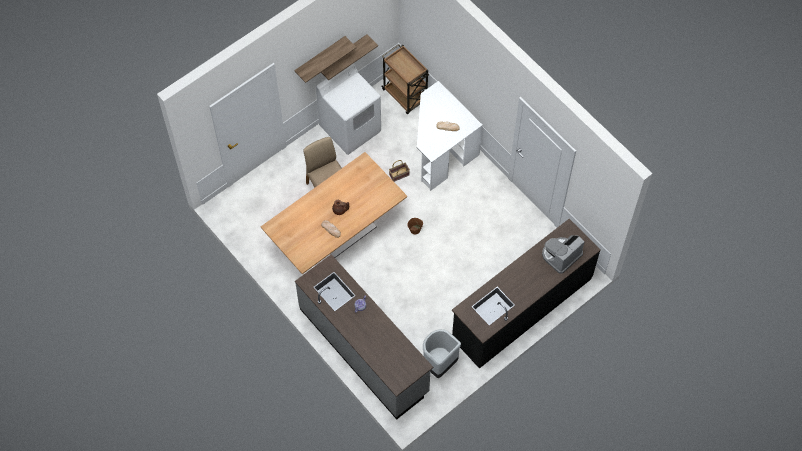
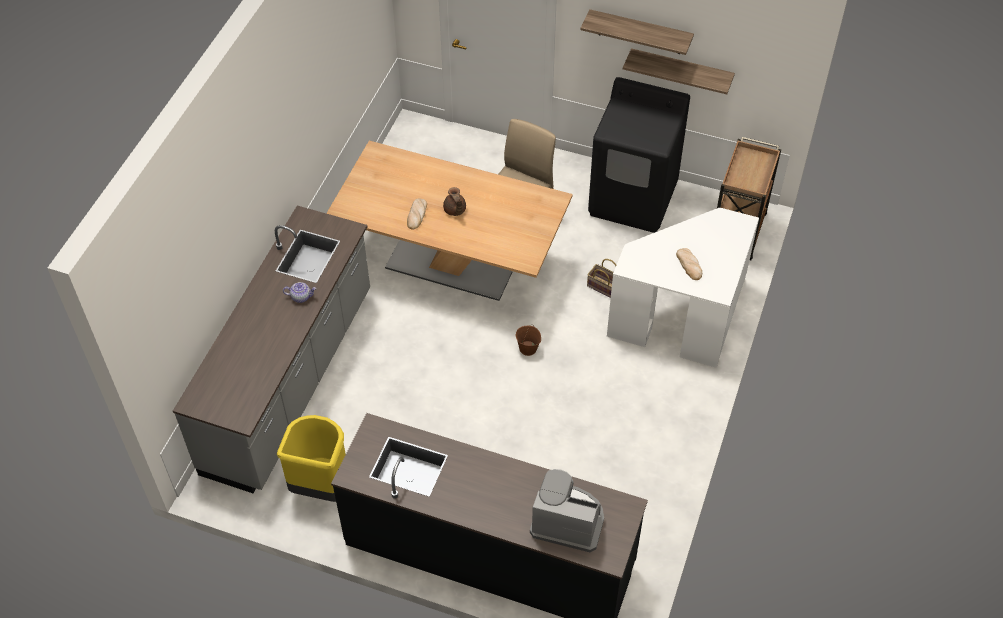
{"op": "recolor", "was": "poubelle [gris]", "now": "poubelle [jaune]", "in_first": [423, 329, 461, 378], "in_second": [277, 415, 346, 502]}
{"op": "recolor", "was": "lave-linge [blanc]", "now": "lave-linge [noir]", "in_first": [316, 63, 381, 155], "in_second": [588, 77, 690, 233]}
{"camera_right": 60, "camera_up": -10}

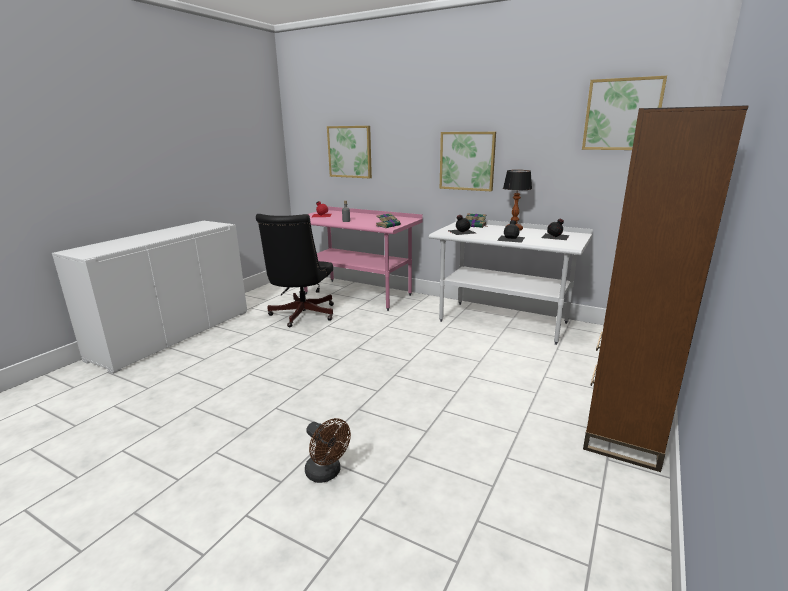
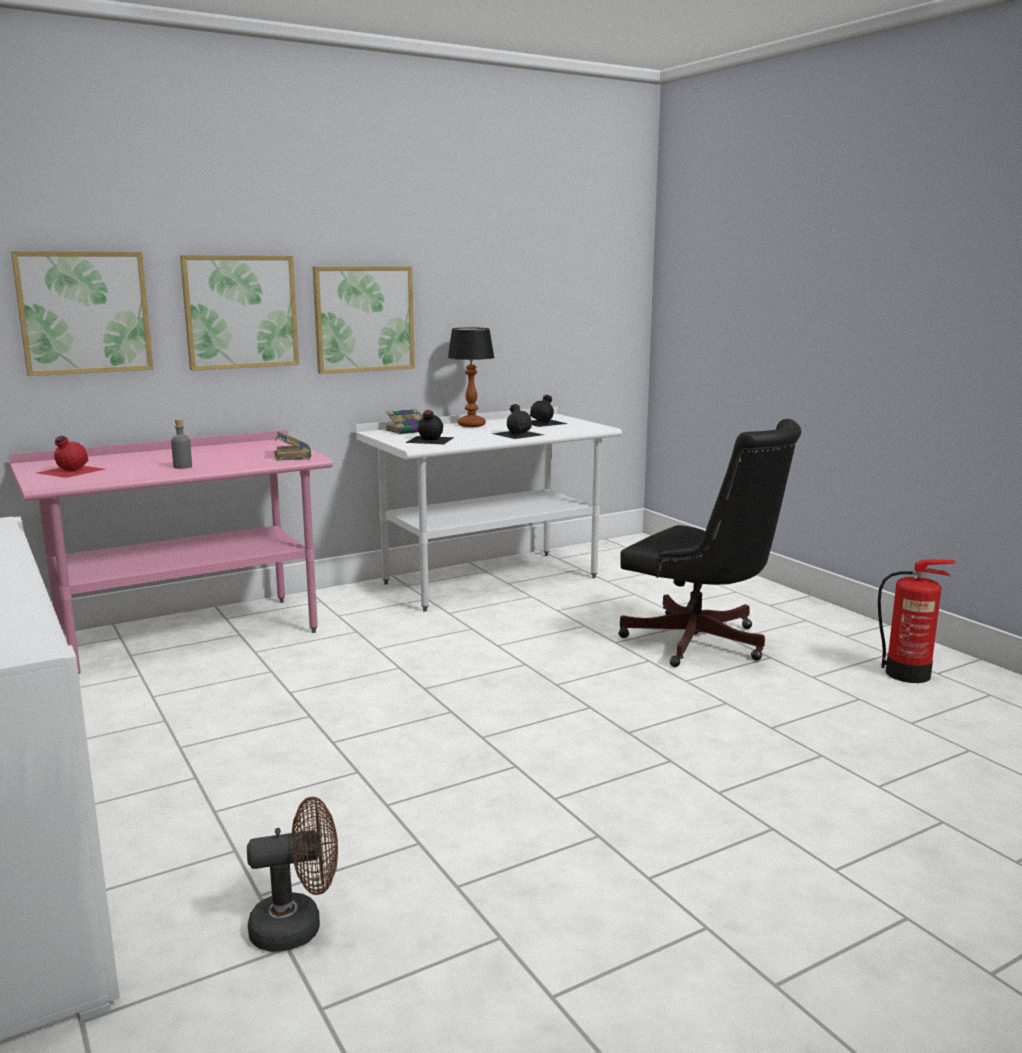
{"op": "move", "was": "tableau", "in_first": [582, 76, 667, 150], "in_second": [180, 255, 299, 371]}
{"op": "move", "was": "ventilateur [marron]", "in_first": [305, 418, 351, 483], "in_second": [247, 797, 338, 952]}
{"op": "move", "was": "chaise de bureau [noir]", "in_first": [256, 214, 334, 328], "in_second": [618, 419, 801, 667]}
{"op": "insert", "now": "extincteur", "in_second": [878, 559, 956, 683]}
{"op": "delete", "was": "bibliothèque [marron]", "in_first": [583, 105, 749, 472]}
{"camera_right": -60, "camera_up": -5}

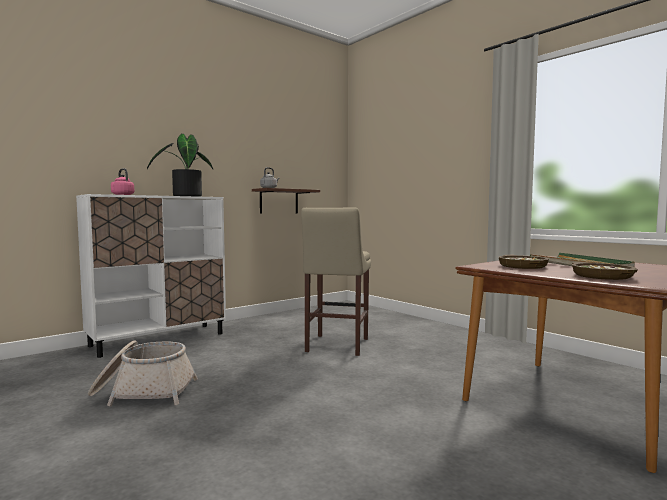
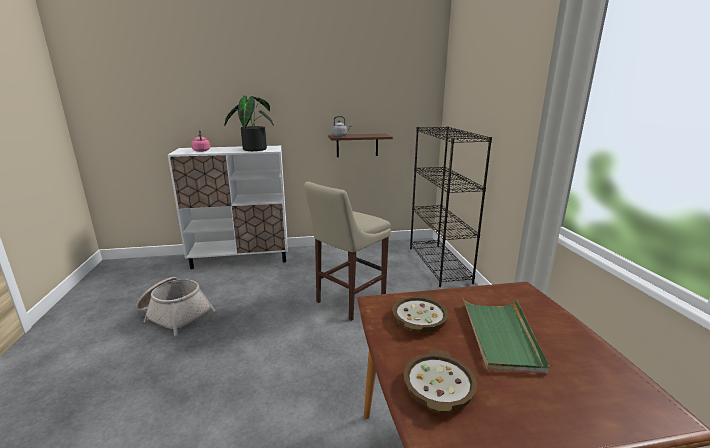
{"op": "insert", "now": "bibliothèque [noir]", "in_second": [410, 126, 492, 287]}
{"camera_right": 30, "camera_up": 15}

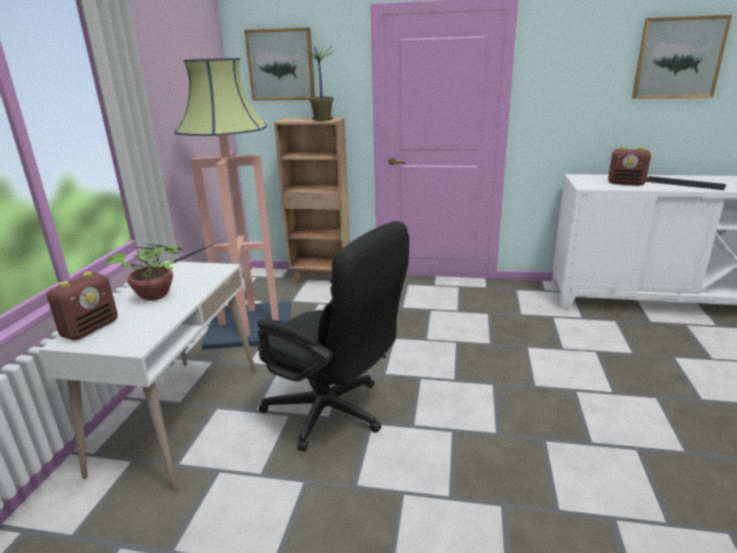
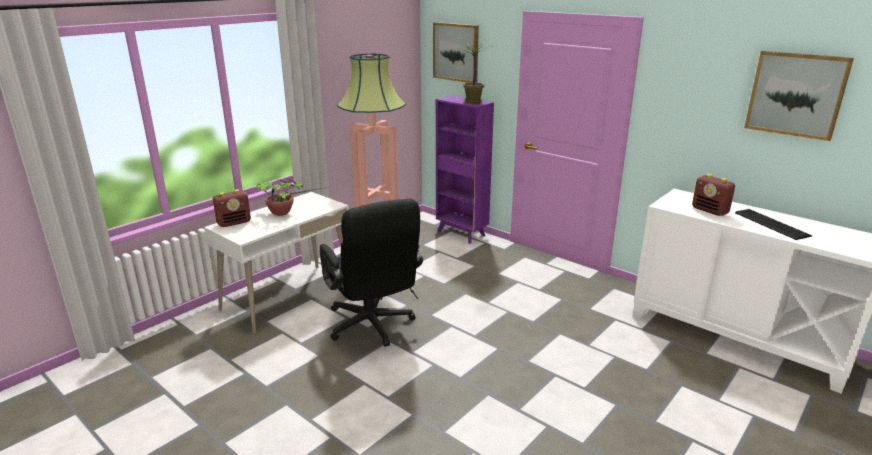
{"op": "recolor", "was": "bibliothèque [marron]", "now": "bibliothèque [violet]", "in_first": [274, 118, 350, 284], "in_second": [436, 95, 494, 244]}
{"camera_right": 30, "camera_up": 0}

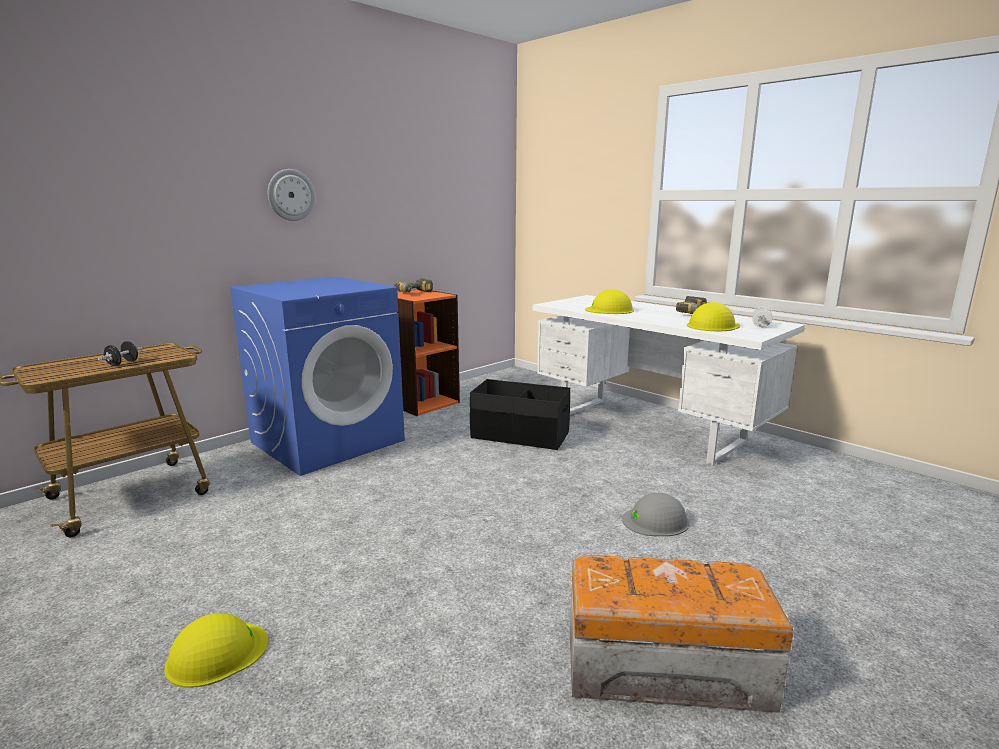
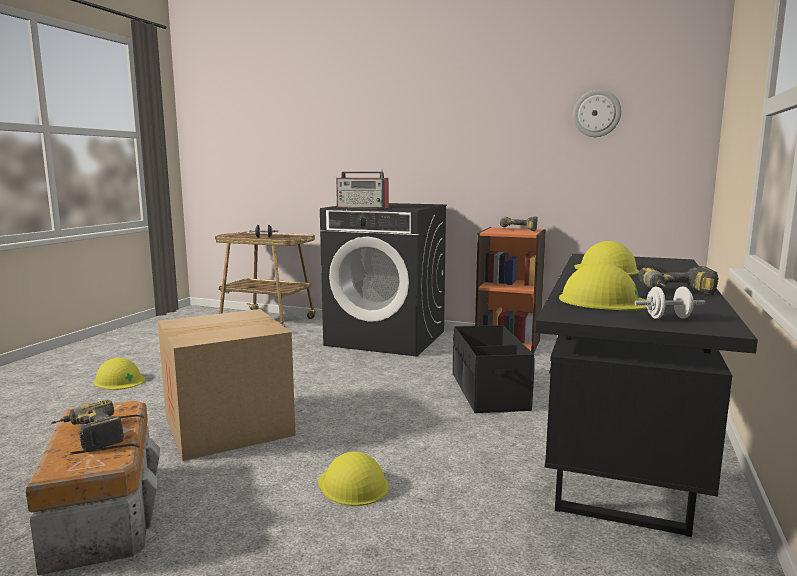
{"op": "insert", "now": "perceuse", "in_second": [51, 400, 124, 452]}
{"op": "insert", "now": "carton", "in_second": [158, 309, 296, 461]}
{"op": "recolor", "was": "casque de chantier [gris]", "now": "casque de chantier [jaune]", "in_first": [622, 493, 689, 536], "in_second": [318, 452, 389, 506]}
{"op": "recolor", "was": "lave-linge [bleu]", "now": "lave-linge [noir]", "in_first": [229, 276, 405, 476], "in_second": [320, 203, 447, 356]}
{"op": "insert", "now": "radio", "in_second": [336, 169, 389, 209]}
{"op": "recolor", "was": "bureau [blanc]", "now": "bureau [noir]", "in_first": [533, 295, 805, 465], "in_second": [535, 254, 758, 537]}
{"op": "move", "was": "horloge murale", "in_first": [268, 169, 315, 221], "in_second": [573, 89, 621, 137]}
{"camera_right": 65, "camera_up": -5}

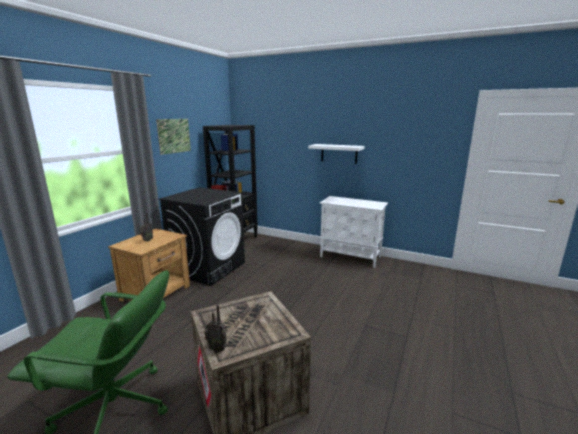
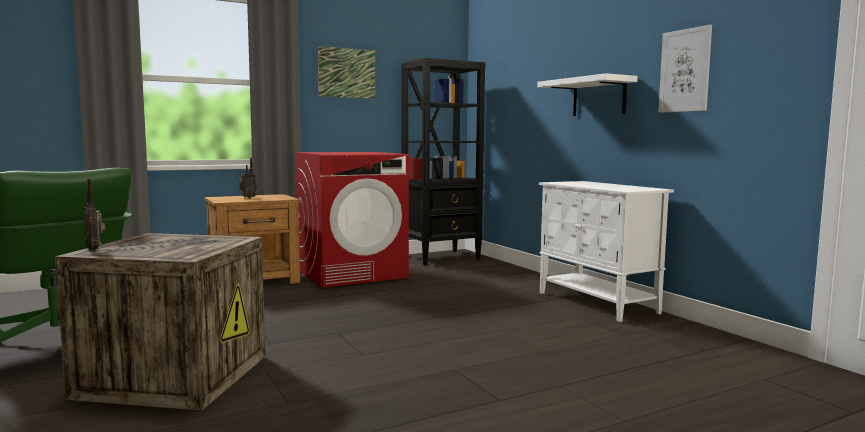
{"op": "recolor", "was": "lave-linge [noir]", "now": "lave-linge [rouge]", "in_first": [159, 187, 245, 286], "in_second": [294, 152, 409, 288]}
{"op": "insert", "now": "tableau", "in_second": [658, 25, 712, 113]}
{"camera_right": 35, "camera_up": -10}

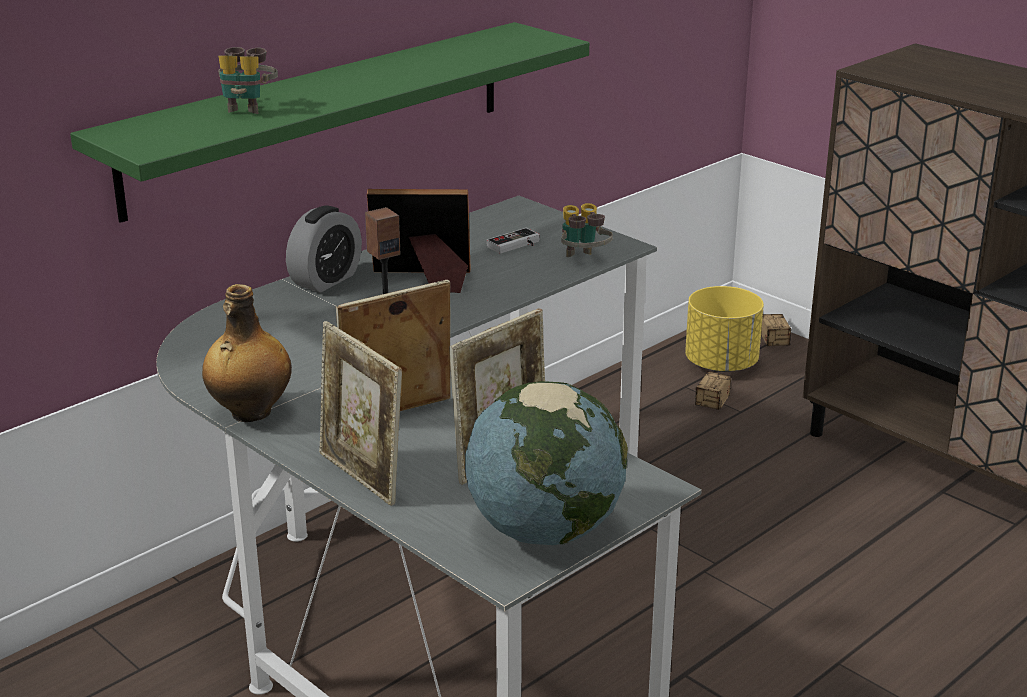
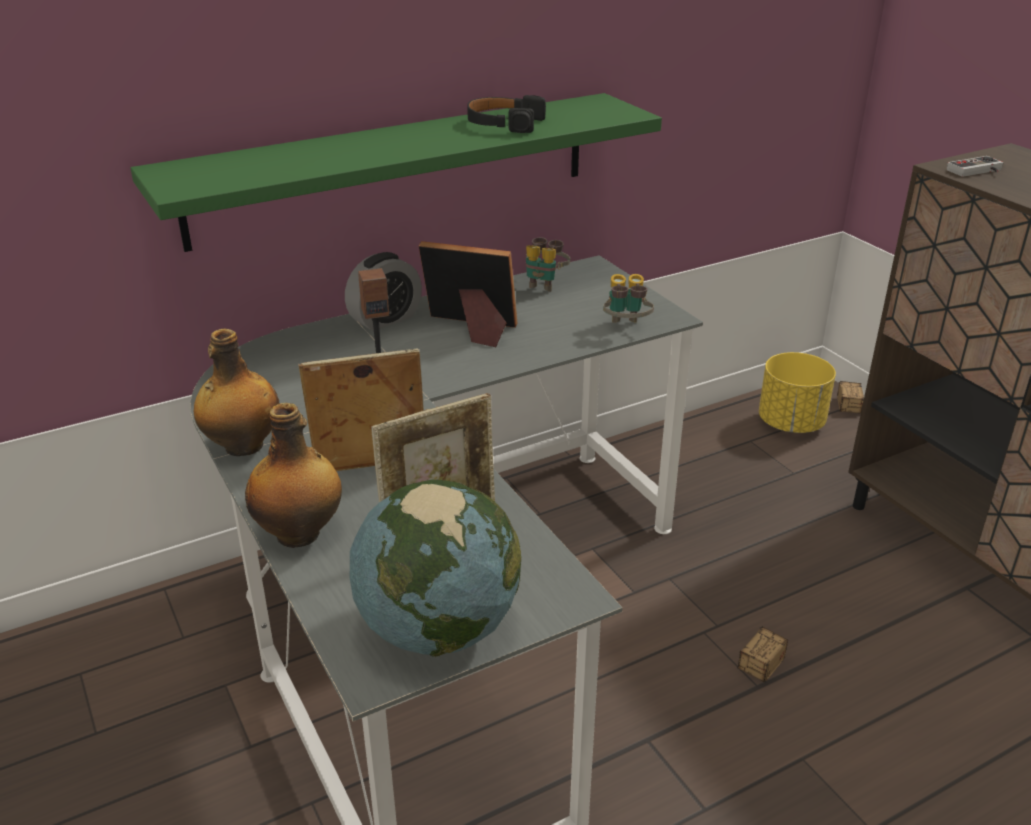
{"op": "replace", "was": "cadre photo", "now": "bouteille", "in_first": [319, 321, 402, 506], "in_second": [245, 403, 342, 548]}
{"op": "insert", "now": "casque audio [noir]", "in_second": [467, 95, 546, 133]}
{"op": "move", "was": "jumelles", "in_first": [218, 47, 278, 114], "in_second": [526, 237, 570, 292]}
{"op": "move", "was": "boîte de rangement", "in_first": [695, 371, 731, 410], "in_second": [738, 627, 788, 682]}
{"op": "move", "was": "manette", "in_first": [486, 228, 540, 254], "in_second": [947, 156, 1003, 177]}
{"camera_right": 15, "camera_up": 5}

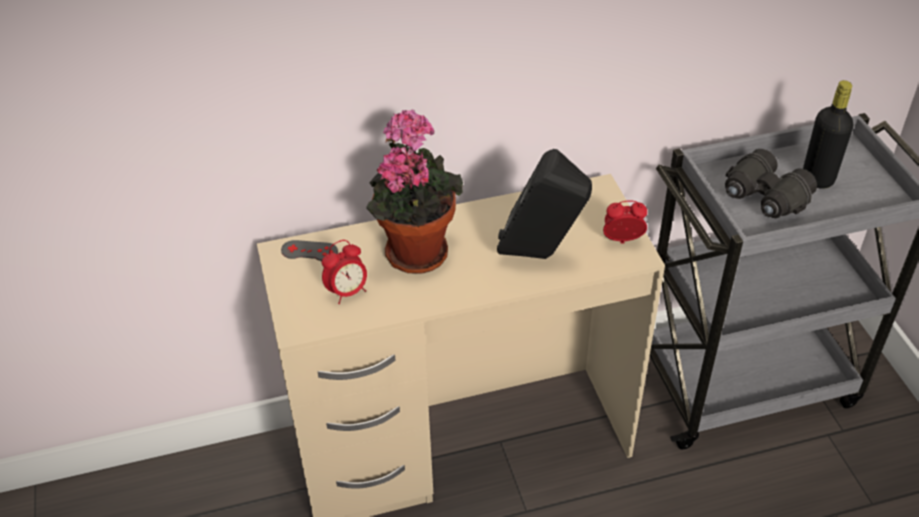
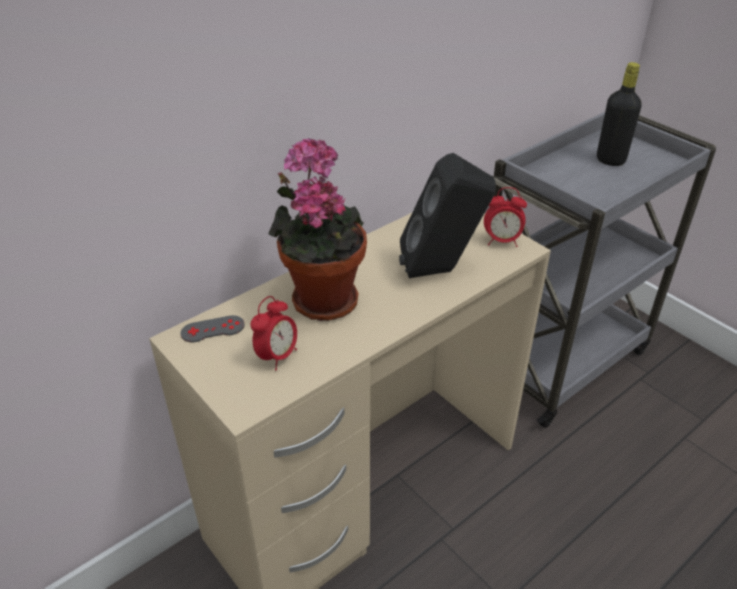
{"op": "rotate", "was": "réveil", "in_first": [603, 201, 647, 243], "in_second": [484, 187, 527, 247], "clockwise": -150}
{"op": "delete", "was": "jumelles [noir]", "in_first": [725, 149, 817, 218]}
{"camera_right": -25, "camera_up": -5}

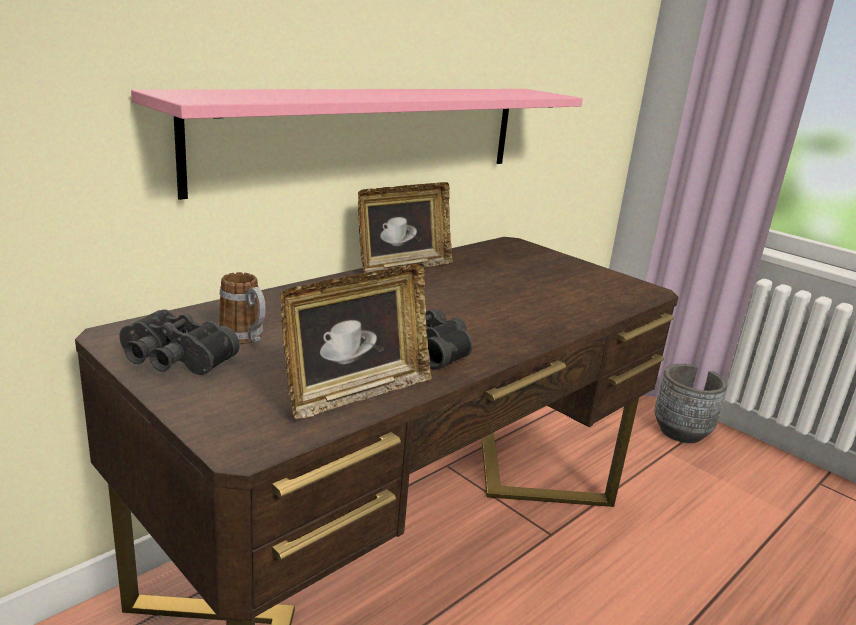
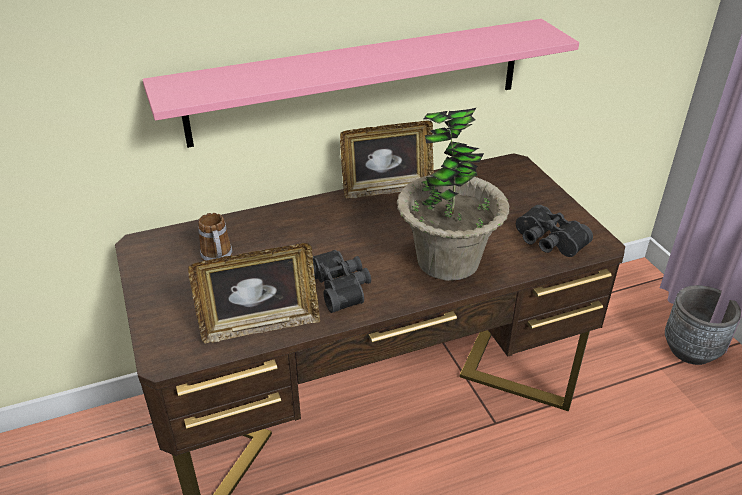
{"op": "insert", "now": "plante en pot", "in_second": [397, 107, 510, 281]}
{"op": "move", "was": "jumelles [noir]", "in_first": [119, 309, 240, 375], "in_second": [516, 205, 593, 257]}
{"camera_right": 25, "camera_up": 15}

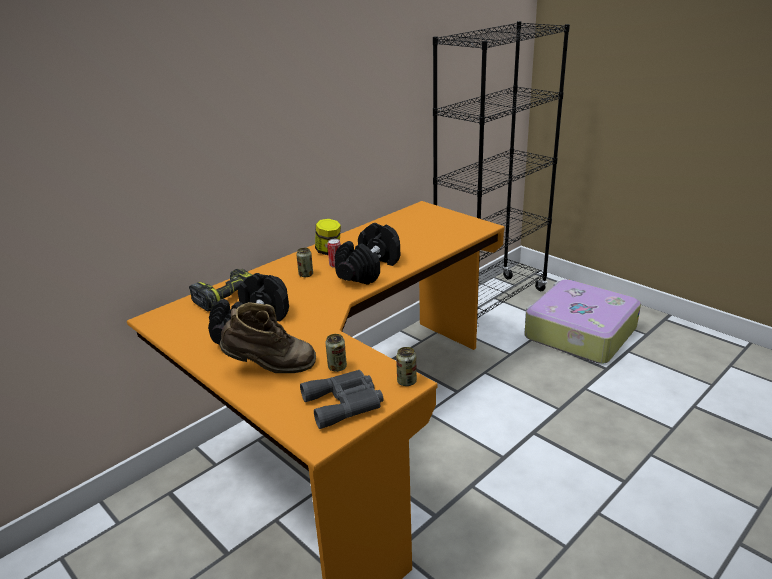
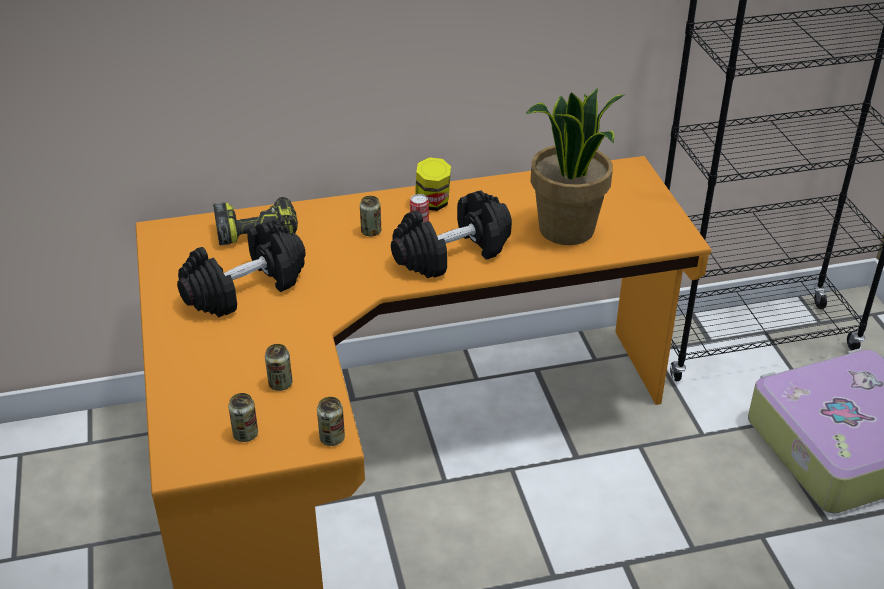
{"op": "replace", "was": "jumelles [gris]", "now": "boîte métallique", "in_first": [300, 370, 383, 429], "in_second": [228, 393, 258, 442]}
{"op": "insert", "now": "plante en pot", "in_second": [526, 88, 626, 245]}
{"op": "delete", "was": "botte [marron]", "in_first": [220, 302, 316, 373]}
{"camera_right": 30, "camera_up": 10}

